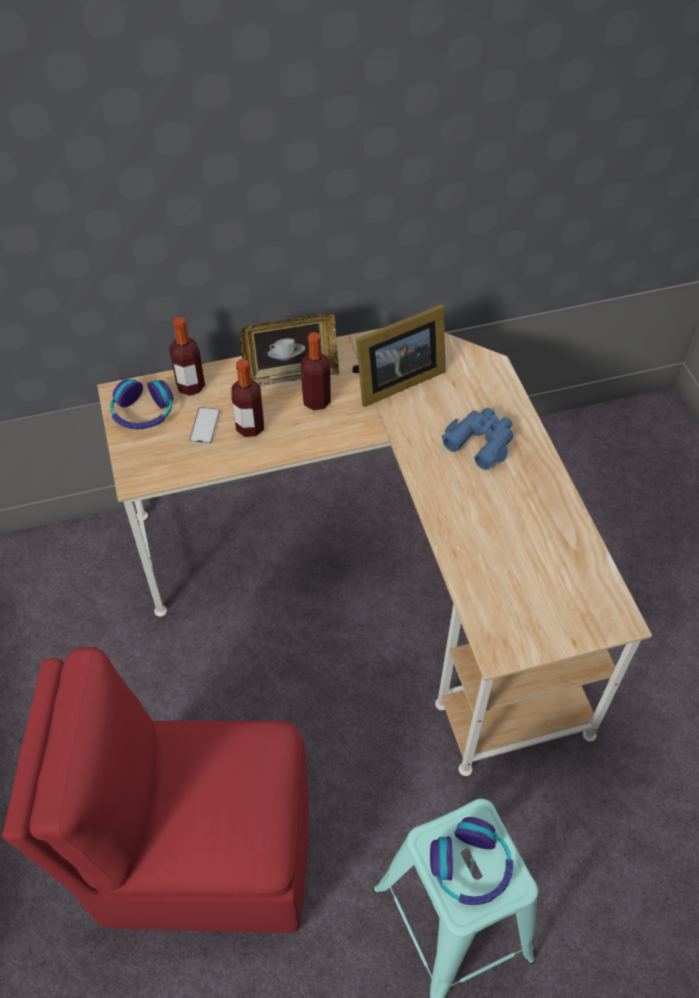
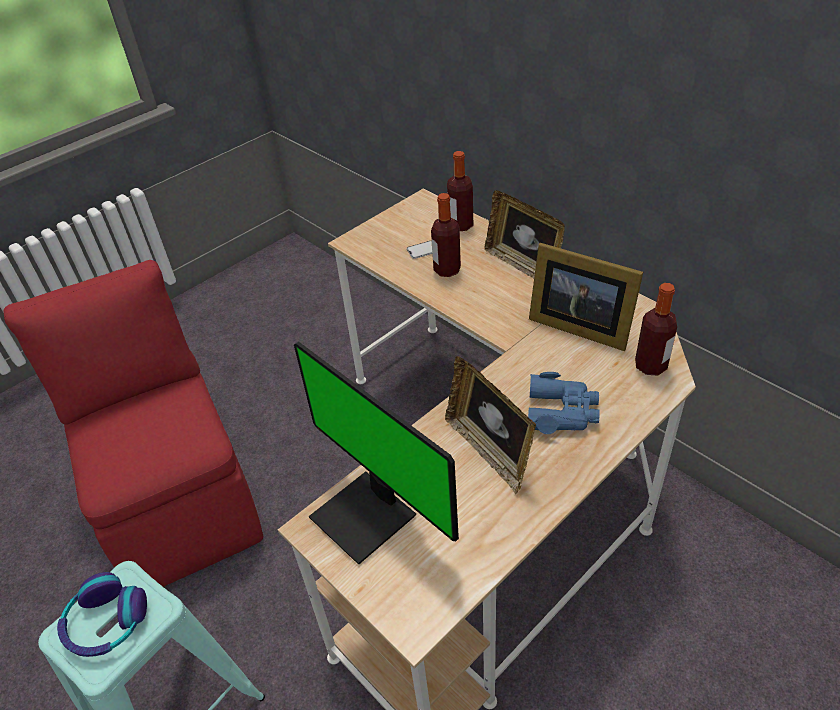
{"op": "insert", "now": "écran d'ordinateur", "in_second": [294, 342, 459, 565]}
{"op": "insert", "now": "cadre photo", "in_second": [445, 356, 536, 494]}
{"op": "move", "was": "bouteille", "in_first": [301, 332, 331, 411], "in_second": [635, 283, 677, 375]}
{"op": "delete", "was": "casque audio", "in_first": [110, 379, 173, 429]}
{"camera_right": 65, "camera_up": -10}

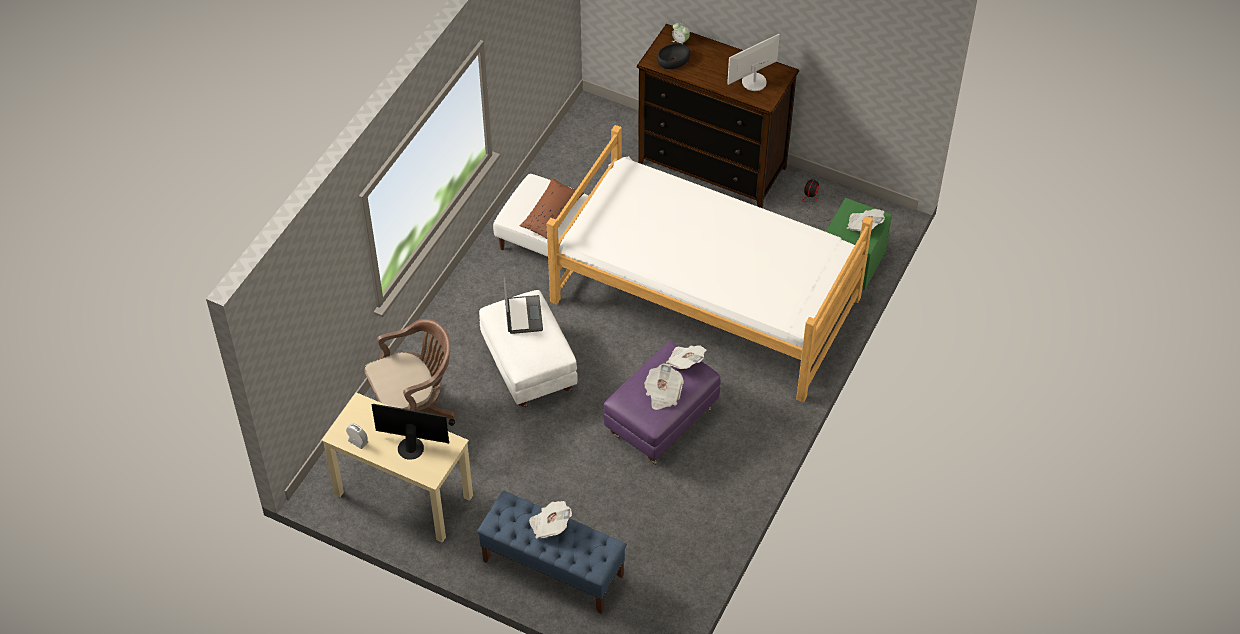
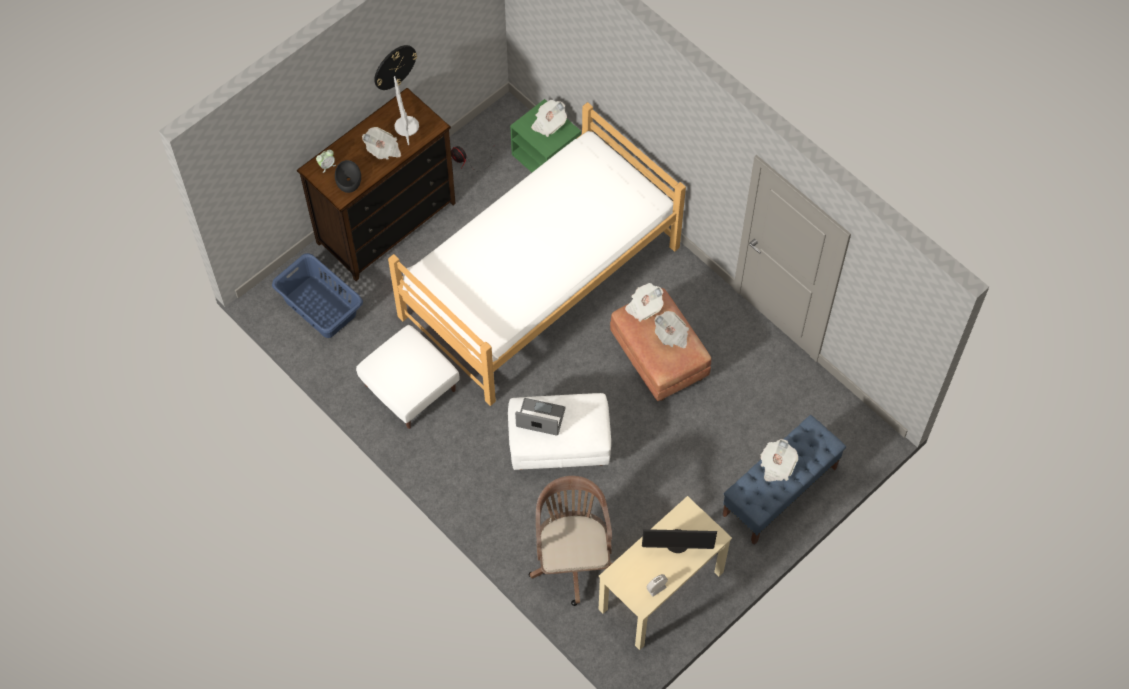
{"op": "insert", "now": "panier à linge [bleu]", "in_second": [272, 253, 363, 338]}
{"op": "insert", "now": "journal", "in_second": [362, 127, 401, 160]}
{"op": "insert", "now": "horloge murale", "in_second": [374, 45, 417, 90]}
{"op": "recolor", "was": "pouf [violet]", "now": "pouf [marron]", "in_first": [603, 342, 721, 465], "in_second": [610, 288, 711, 401]}
{"op": "rotate", "was": "écran d'ordinateur", "in_first": [372, 404, 449, 460], "in_second": [642, 529, 717, 553], "clockwise": -120}
{"op": "delete", "was": "coussin [marron]", "in_first": [520, 178, 584, 239]}
{"camera_right": -70, "camera_up": 10}

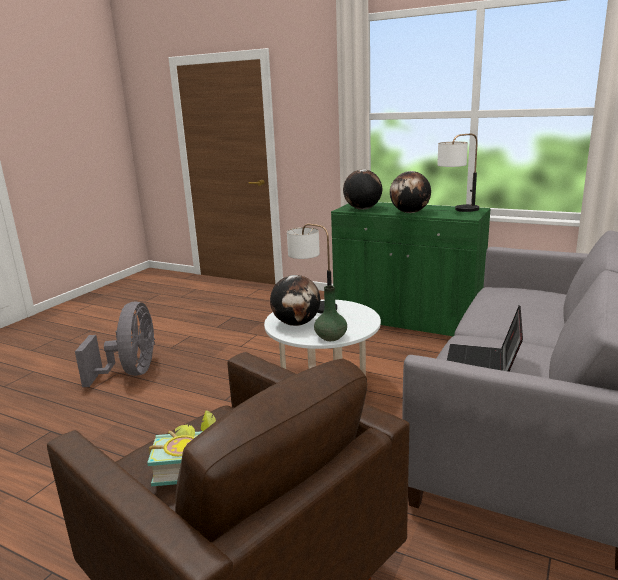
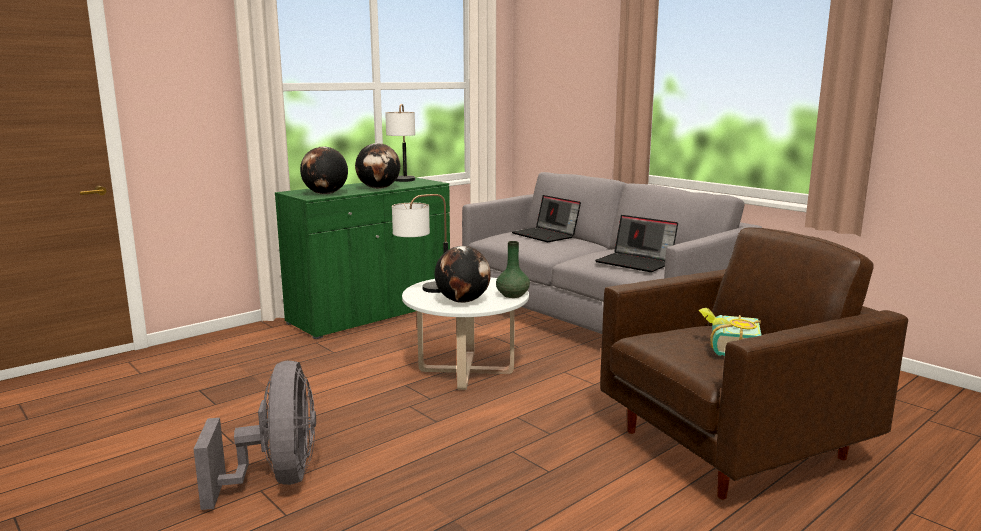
{"op": "rotate", "was": "ventilateur [gris]", "in_first": [75, 301, 155, 387], "in_second": [194, 361, 316, 510], "clockwise": 60}
{"op": "insert", "now": "ordinateur portable", "in_second": [512, 195, 581, 242]}
{"camera_right": -70, "camera_up": -5}

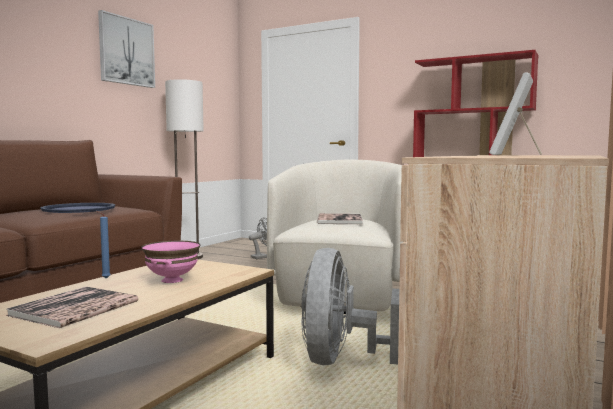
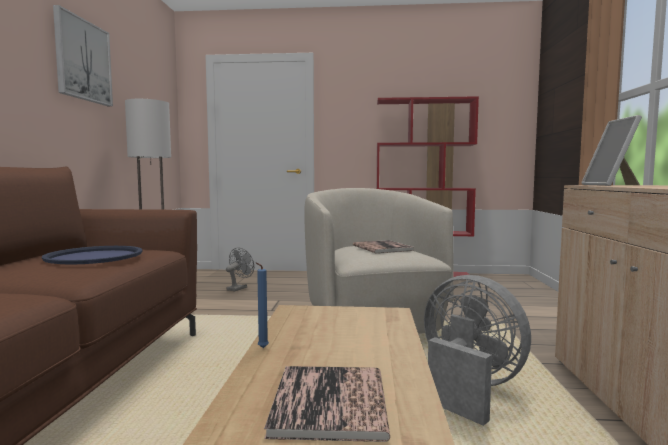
{"op": "rotate", "was": "ventilateur [gris]", "in_first": [301, 248, 399, 365], "in_second": [424, 275, 531, 426], "clockwise": 150}
{"op": "delete", "was": "bol [rose]", "in_first": [141, 241, 200, 283]}
{"camera_right": -25, "camera_up": 0}

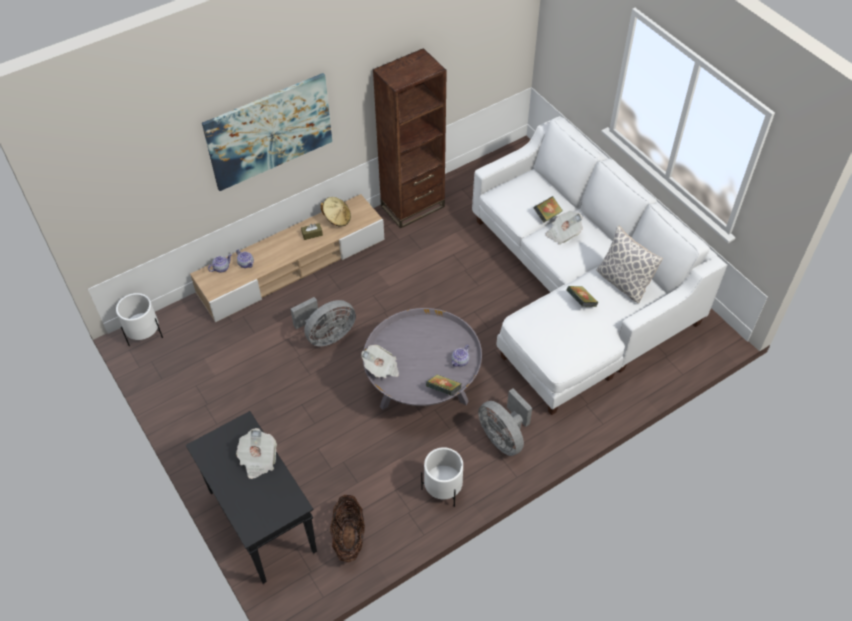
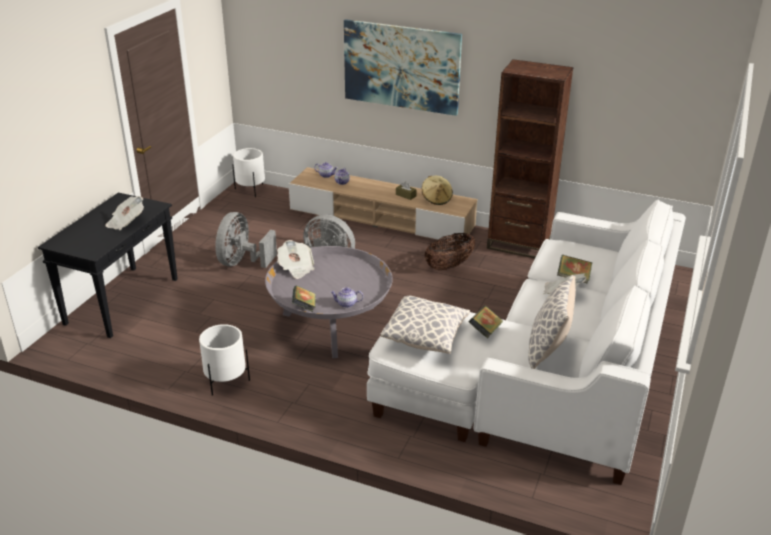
{"op": "move", "was": "ventilateur [gris]", "in_first": [478, 389, 532, 456], "in_second": [215, 212, 277, 268]}
{"op": "insert", "now": "coussin", "in_second": [380, 296, 470, 354]}
{"op": "move", "was": "panier", "in_first": [330, 495, 365, 562], "in_second": [424, 233, 475, 270]}
{"camera_right": 55, "camera_up": -20}

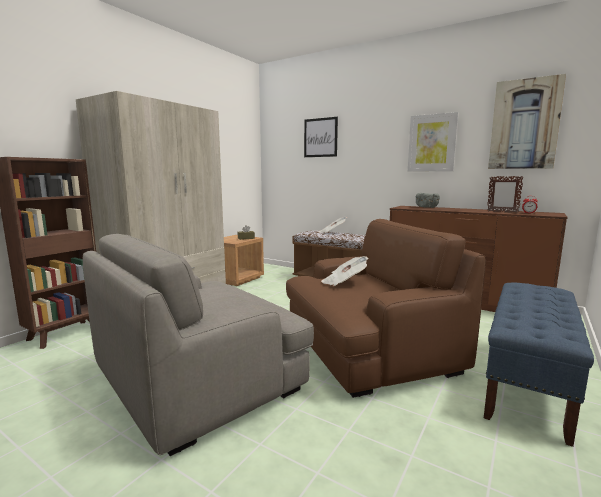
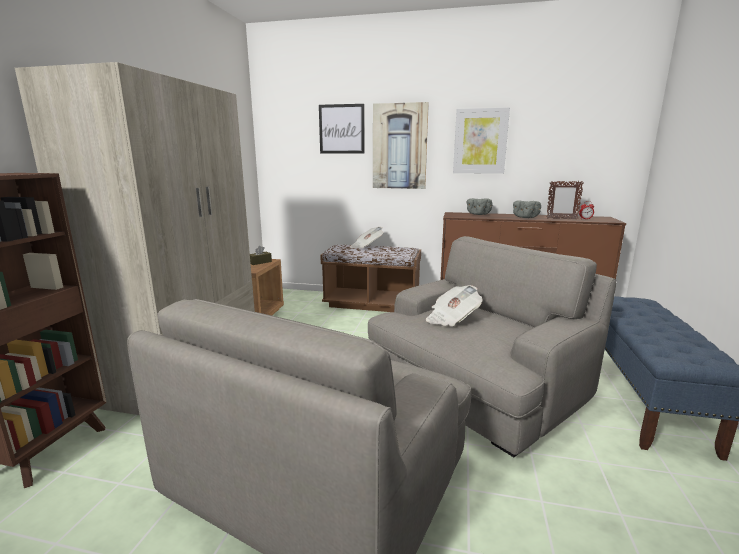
{"op": "recolor", "was": "fauteuil [marron]", "now": "fauteuil [gris]", "in_first": [286, 219, 486, 398], "in_second": [368, 236, 616, 457]}
{"op": "move", "was": "tableau", "in_first": [488, 74, 566, 169], "in_second": [373, 102, 429, 189]}
{"op": "insert", "now": "bol [gris]", "in_second": [513, 201, 541, 218]}
{"camera_right": -20, "camera_up": 5}

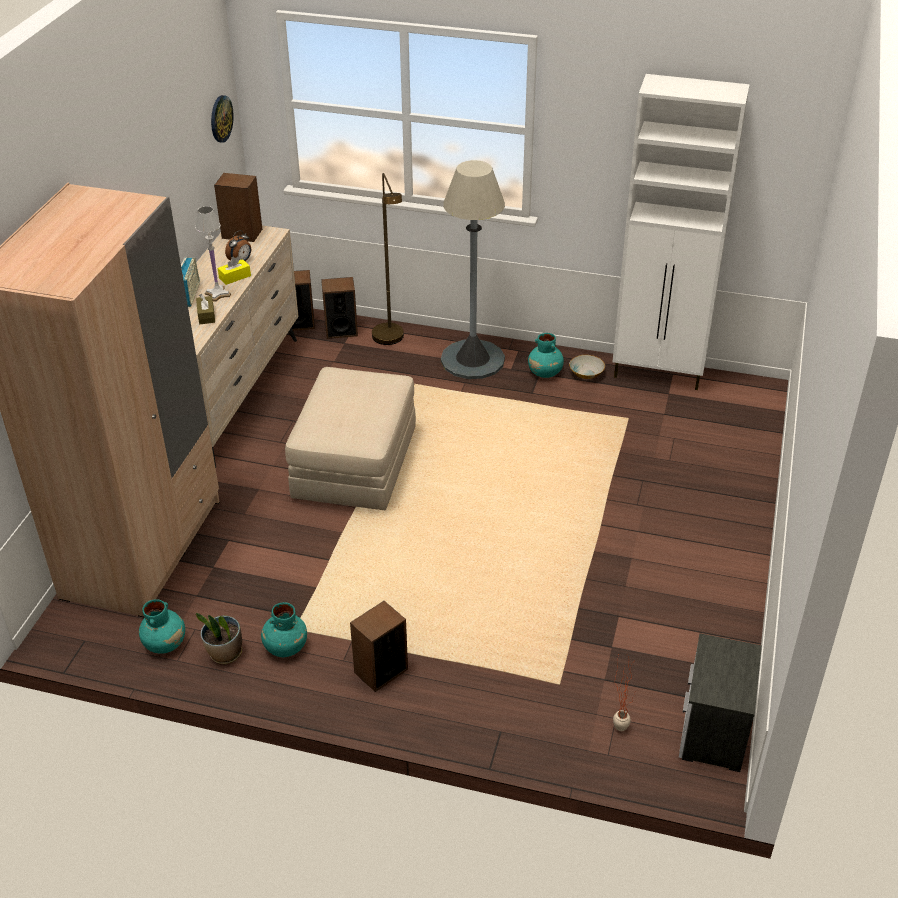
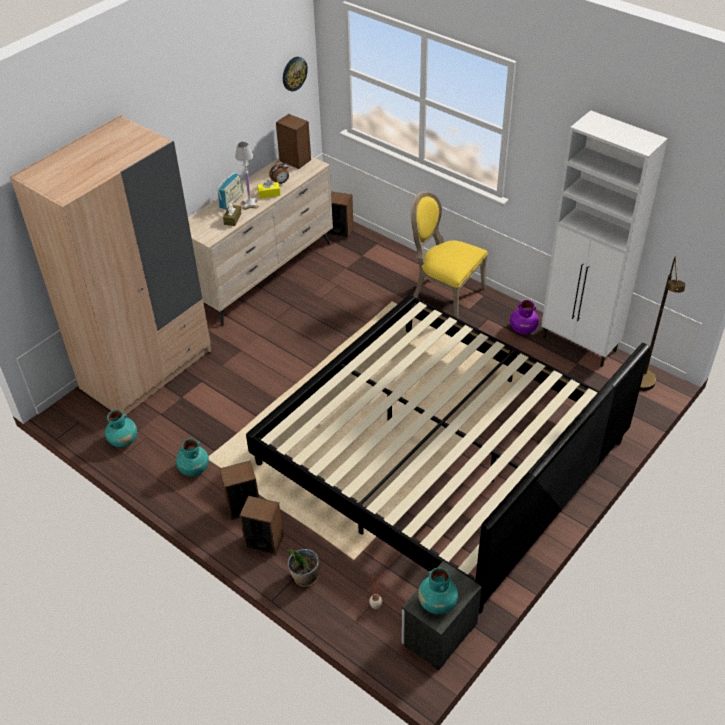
{"op": "move", "was": "enceinte", "in_first": [321, 277, 358, 339], "in_second": [239, 496, 284, 555]}
{"op": "insert", "now": "lit", "in_second": [246, 295, 650, 613]}
{"op": "move", "was": "plante en pot", "in_first": [196, 613, 242, 664], "in_second": [286, 546, 319, 587]}
{"op": "replace", "was": "lampadaire [gris]", "now": "chaise [jaune]", "in_first": [441, 160, 505, 379], "in_second": [411, 191, 488, 319]}
{"op": "move", "was": "vase [turquoise]", "in_first": [528, 333, 564, 378], "in_second": [418, 567, 458, 614]}
{"op": "replace", "was": "bol", "now": "vase [violet]", "in_first": [569, 355, 605, 379], "in_second": [510, 300, 539, 334]}
{"op": "move", "was": "lampadaire [marron]", "in_first": [372, 173, 404, 345], "in_second": [639, 257, 686, 391]}
{"op": "delete", "was": "pouf [beige]", "in_first": [285, 367, 416, 510]}
{"camera_right": 25, "camera_up": 5}

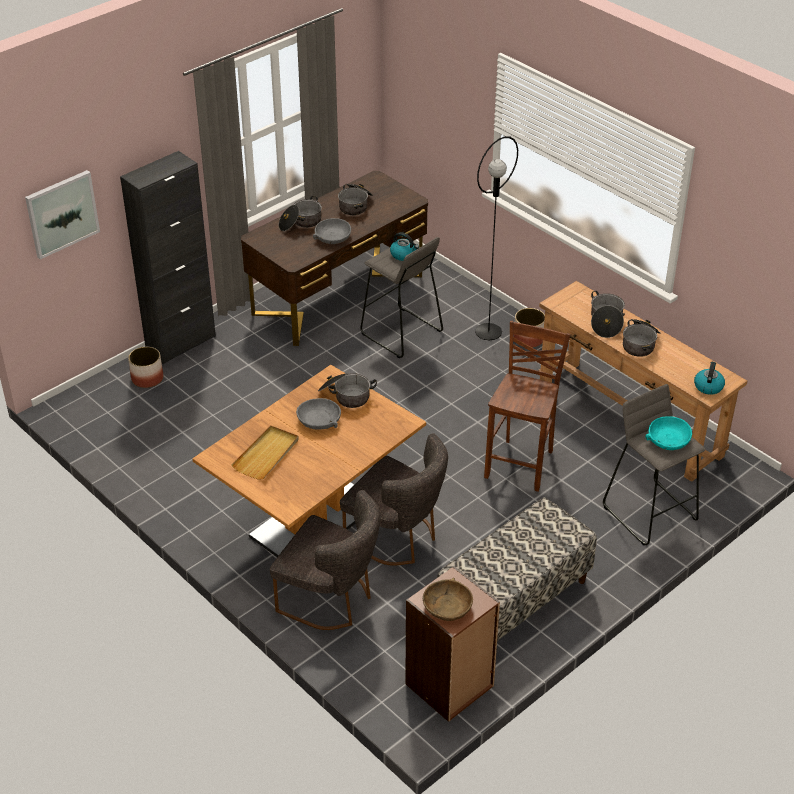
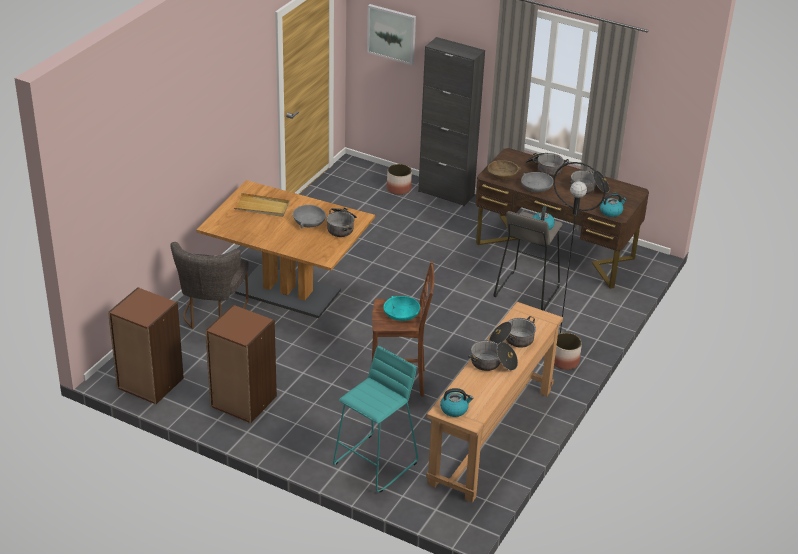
{"op": "replace", "was": "banc", "now": "bibliothèque [marron]", "in_first": [437, 498, 597, 641], "in_second": [205, 305, 277, 423]}
{"op": "recolor", "was": "tabouret [gris]", "now": "tabouret [turquoise]", "in_first": [603, 384, 705, 545], "in_second": [333, 346, 418, 492]}
{"op": "move", "was": "bol [turquoise]", "in_first": [645, 416, 692, 450], "in_second": [383, 296, 420, 321]}
{"op": "move", "was": "bol [marron]", "in_first": [423, 578, 473, 621], "in_second": [487, 160, 521, 180]}
{"op": "insert", "now": "bouilloire", "in_second": [600, 193, 627, 217]}
{"op": "delete", "was": "chaise [gris]", "in_first": [340, 433, 448, 566]}
{"camera_right": 70, "camera_up": -5}

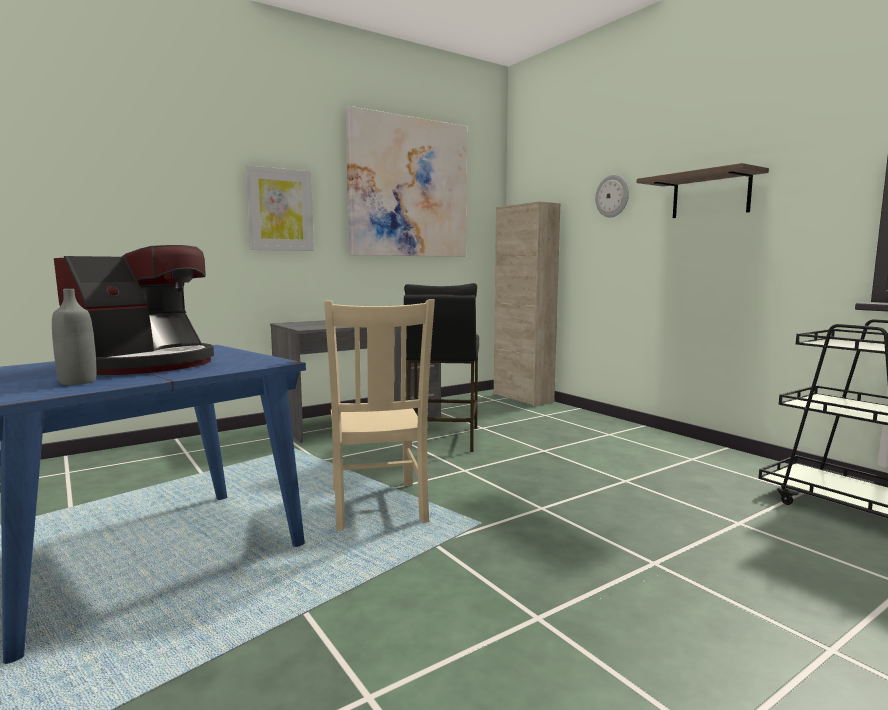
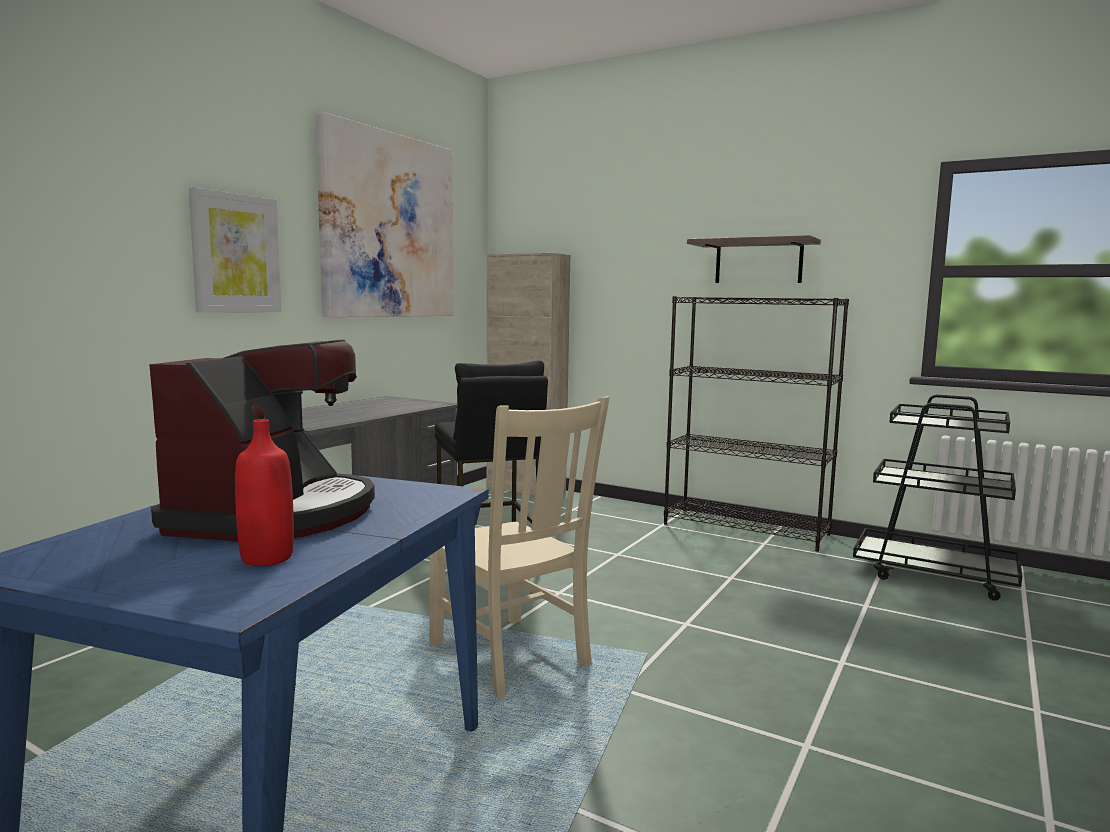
{"op": "recolor", "was": "bouteille [gris]", "now": "bouteille [rouge]", "in_first": [52, 289, 97, 385], "in_second": [235, 419, 294, 566]}
{"op": "insert", "now": "bibliothèque [noir]", "in_second": [664, 296, 849, 552]}
{"op": "delete", "was": "horloge murale", "in_first": [595, 175, 629, 217]}
{"camera_right": -25, "camera_up": 0}

